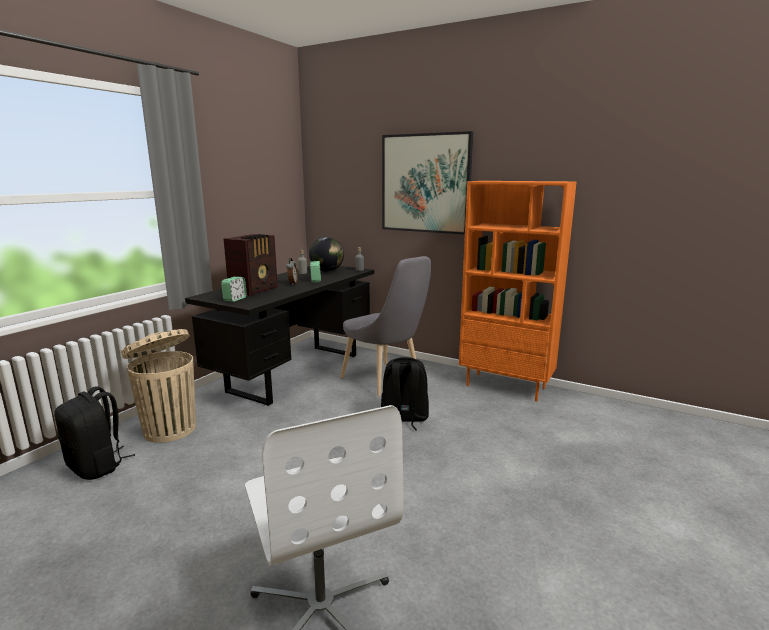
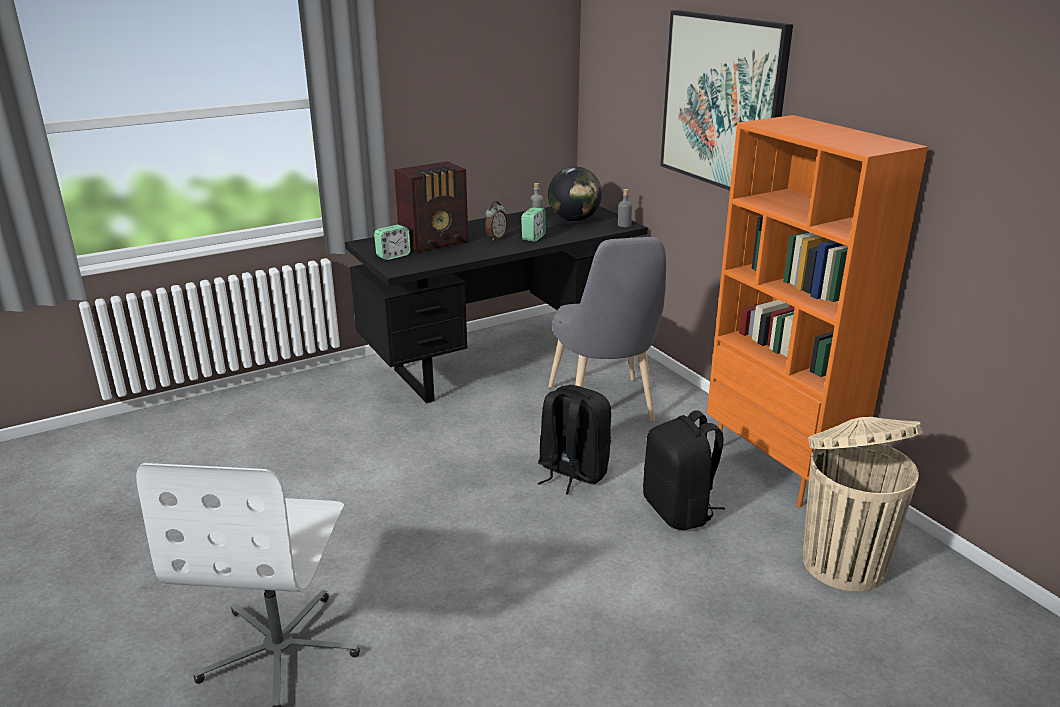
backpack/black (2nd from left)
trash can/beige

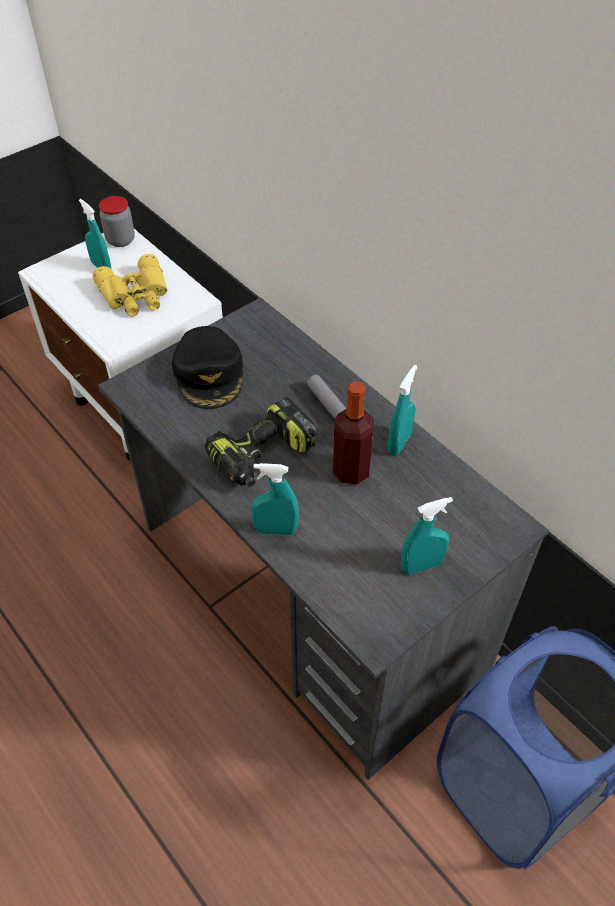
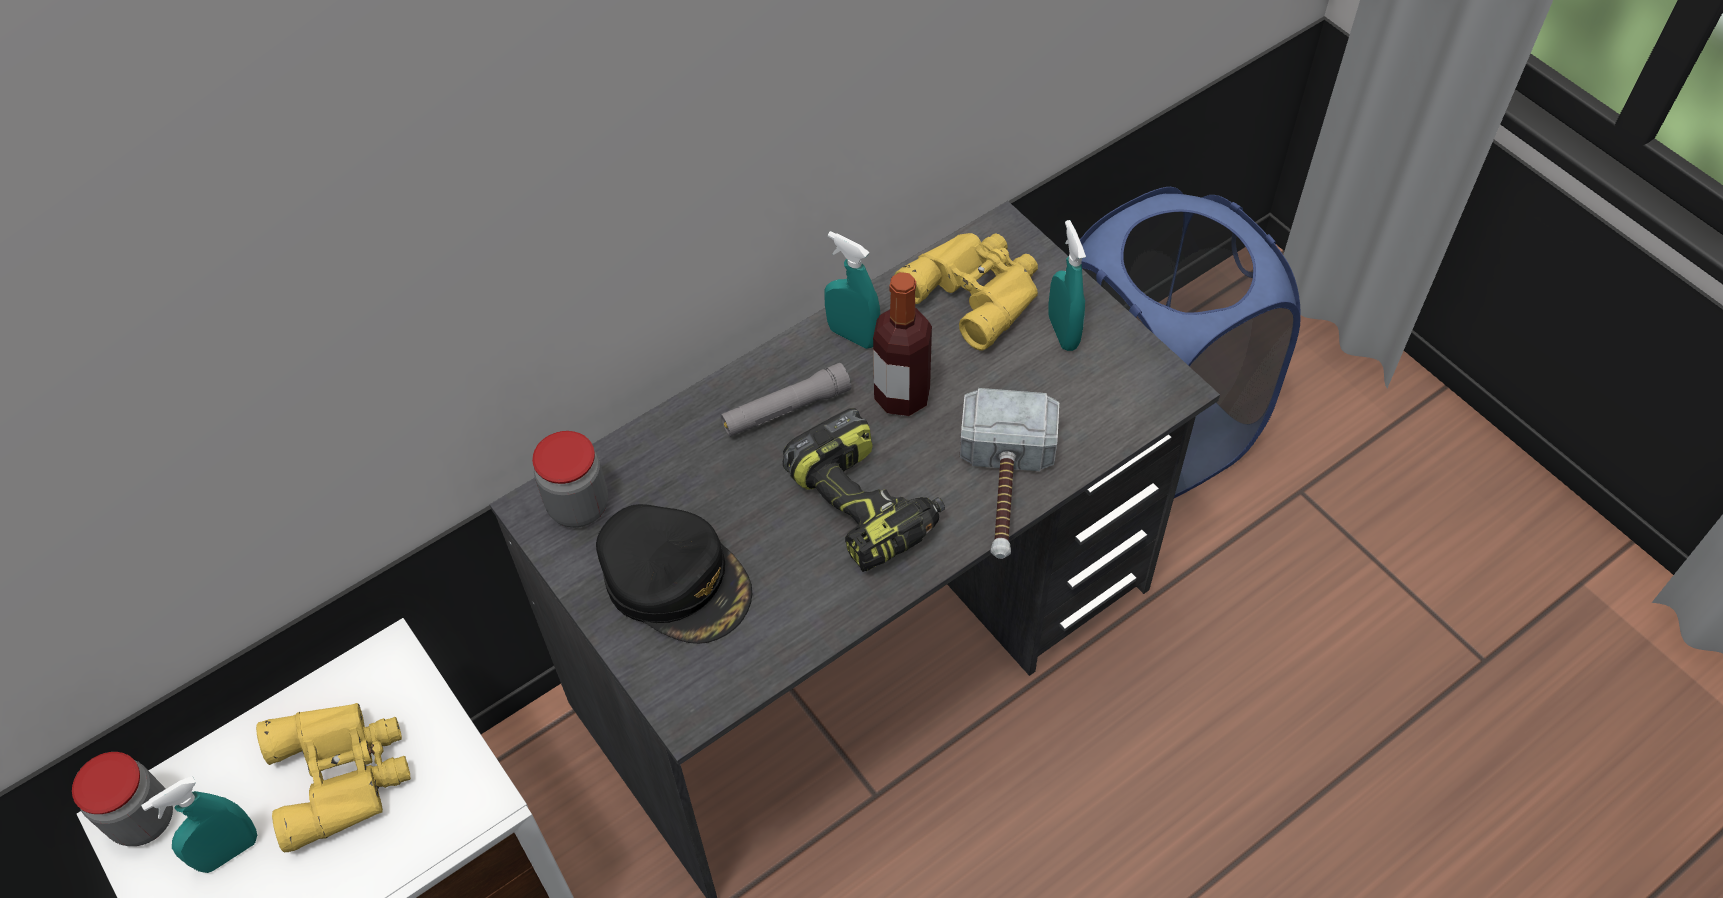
jar (2nd from left)
cap/black
binoculars/yellow (2nd from left)
hammer

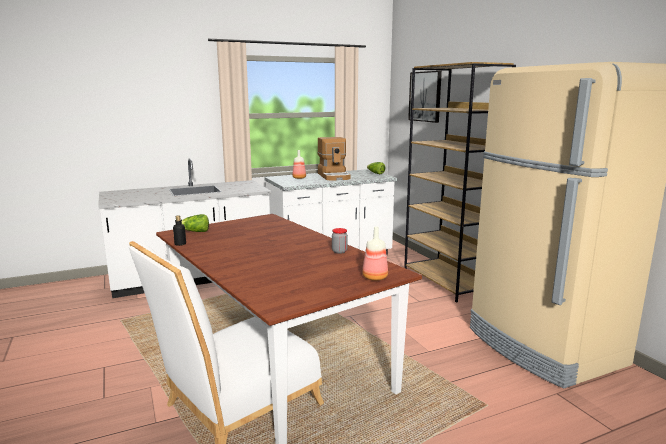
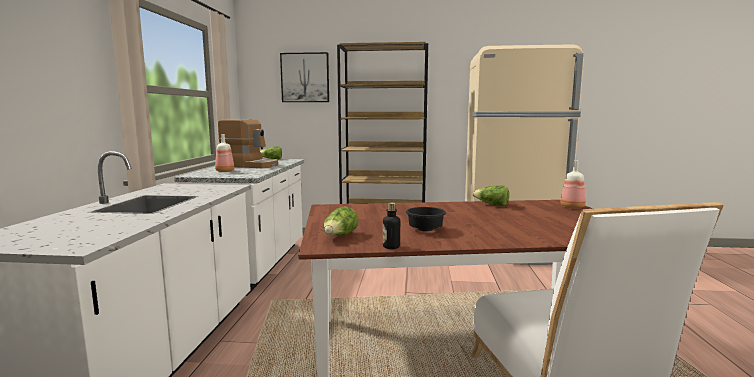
bowl/black
lettuce (3rd from left)

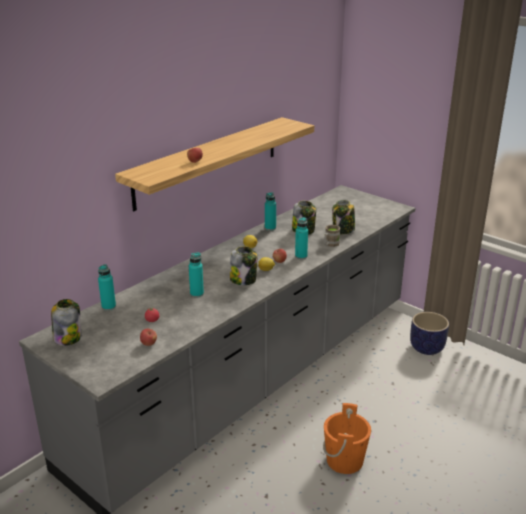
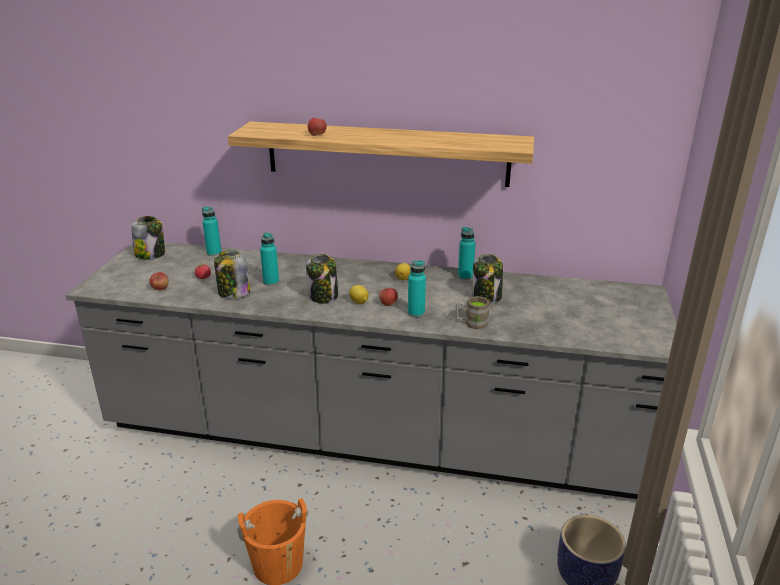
jar (2nd from left)

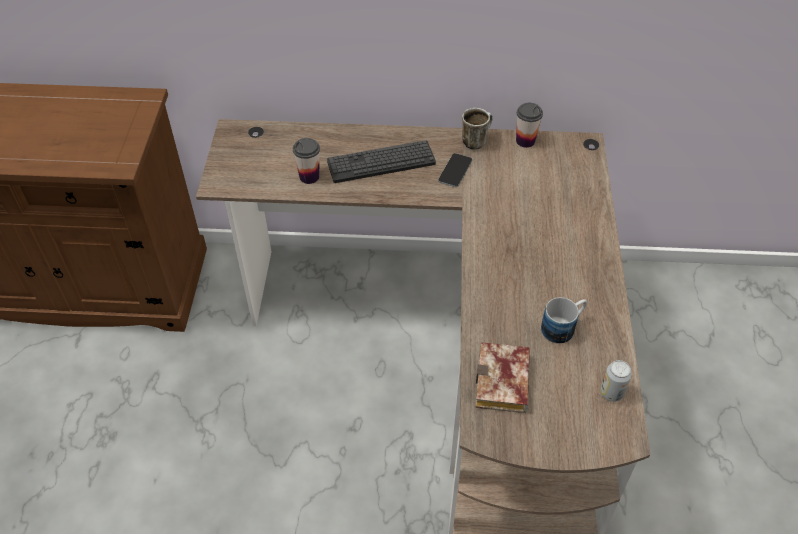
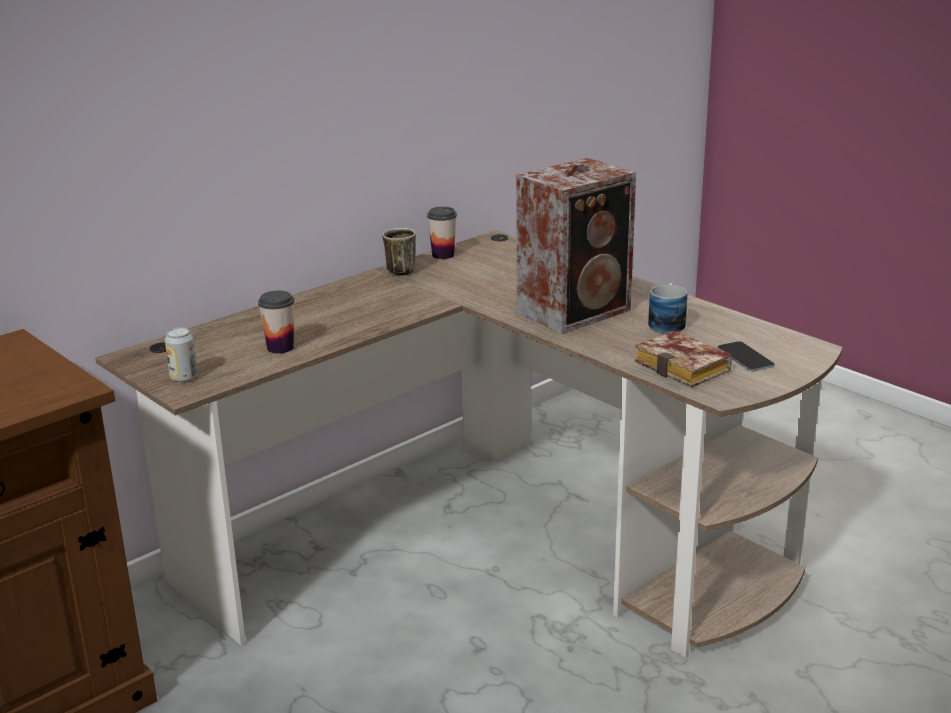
can
speaker
phone
keyboard

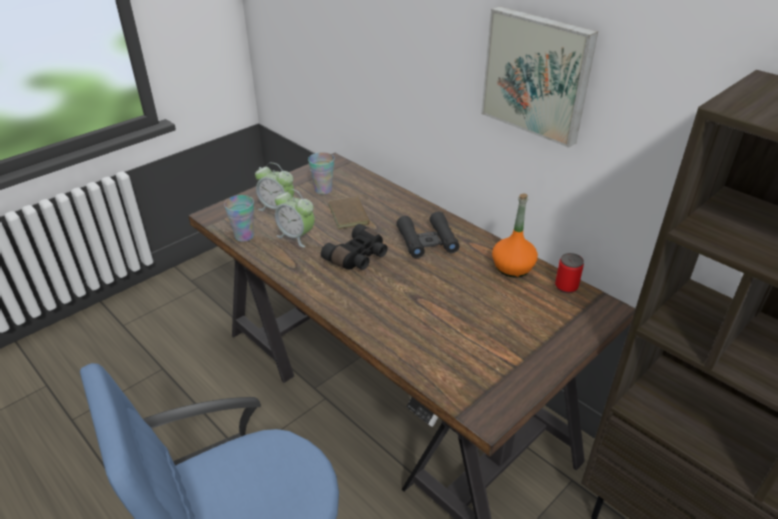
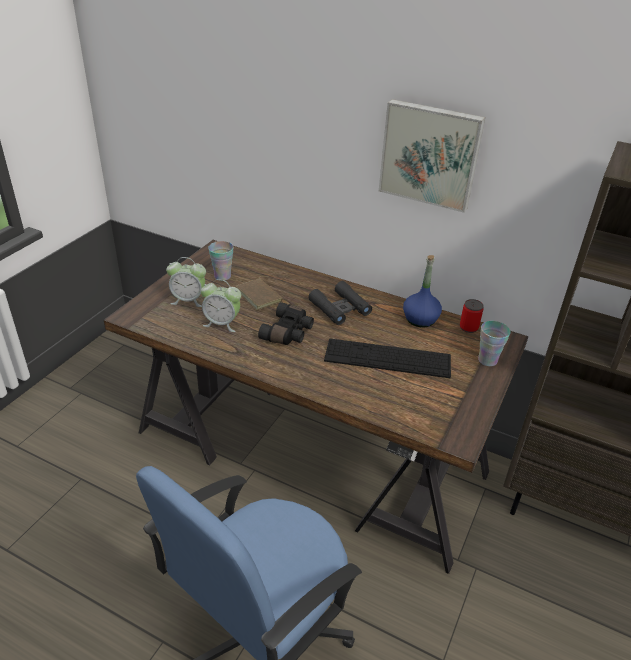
keyboard
bottle/blue
cup (2nd from left)

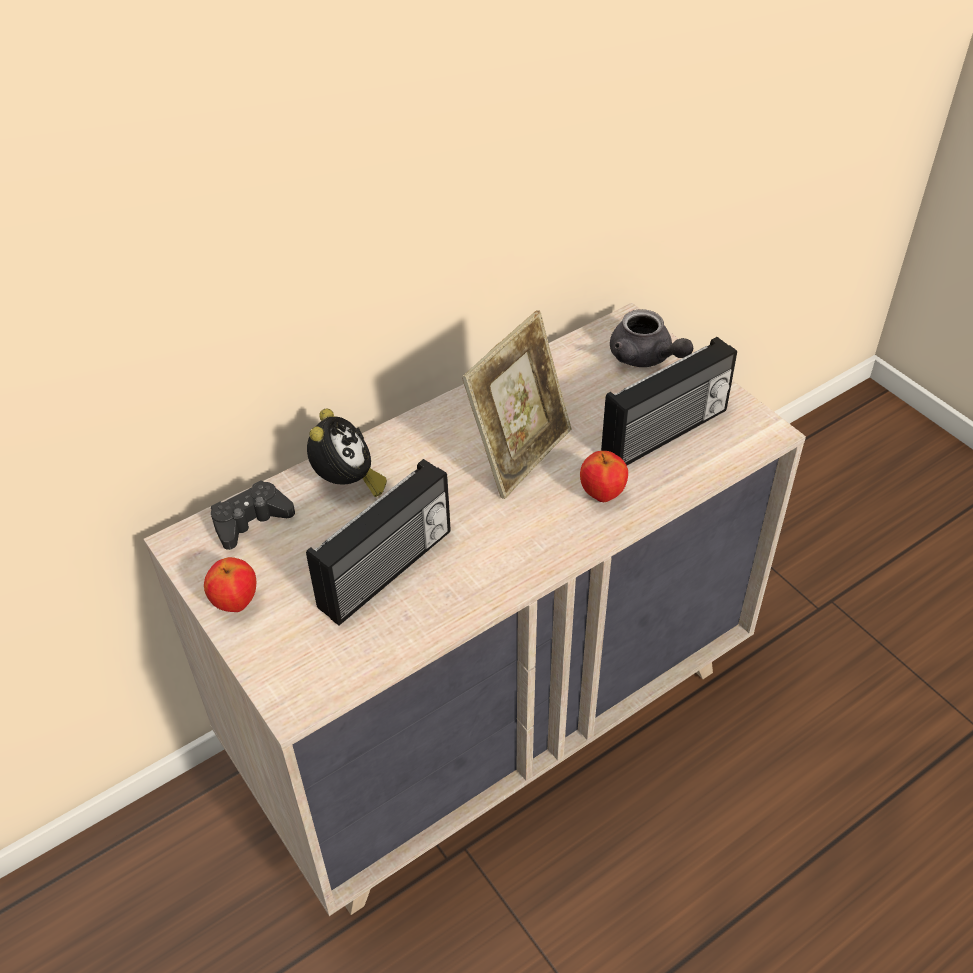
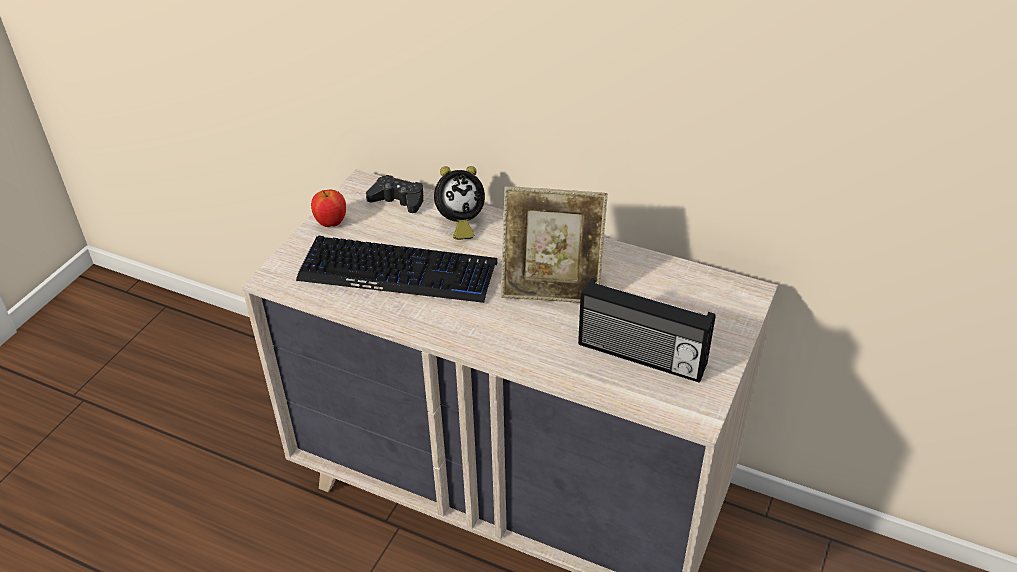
keyboard
apple (2nd from left in the first image)
teapot/grey

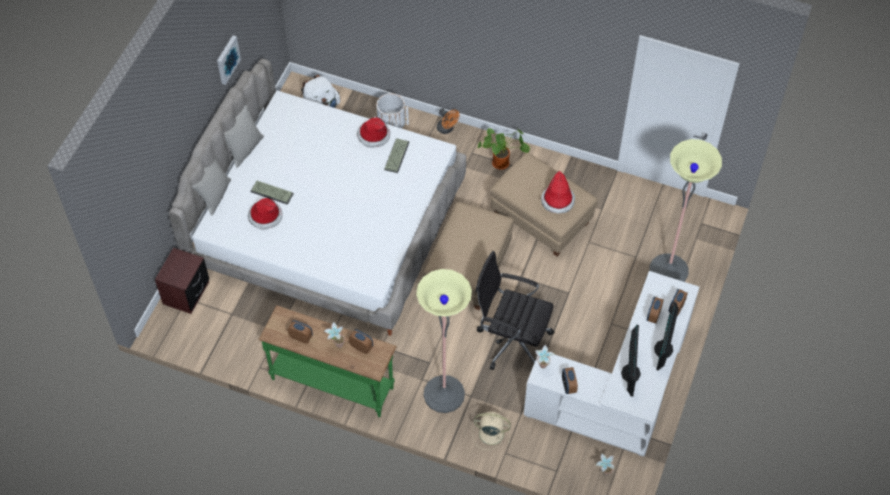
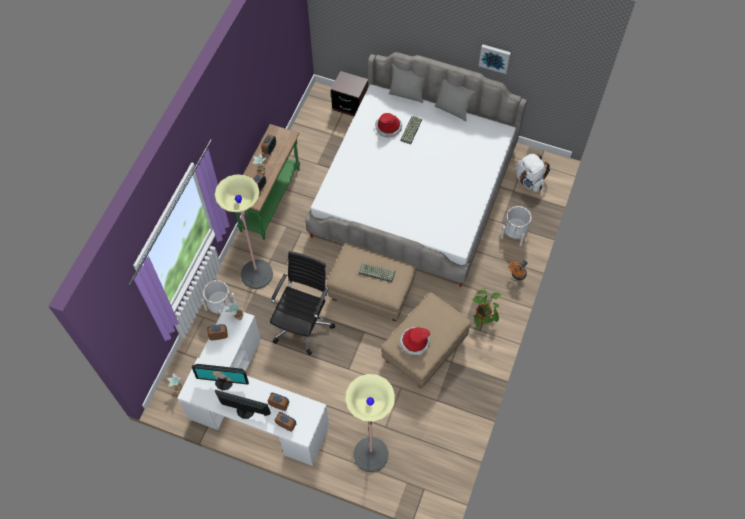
planter/white (1st from left)
keyboard (1st from left)
hat (2nd from left in the first image)

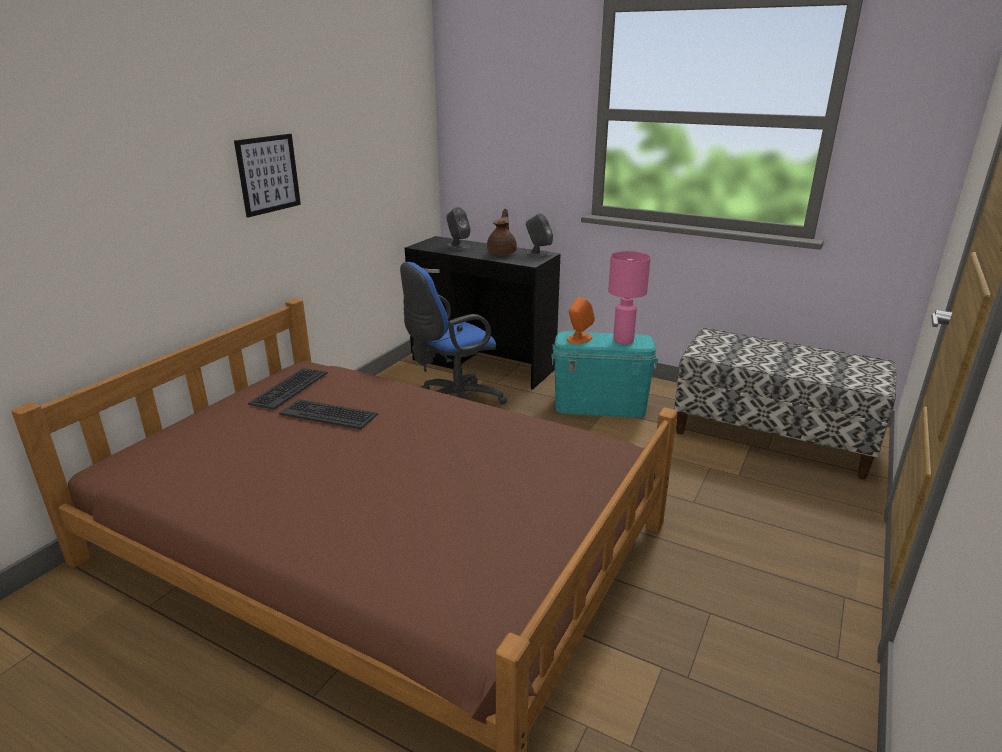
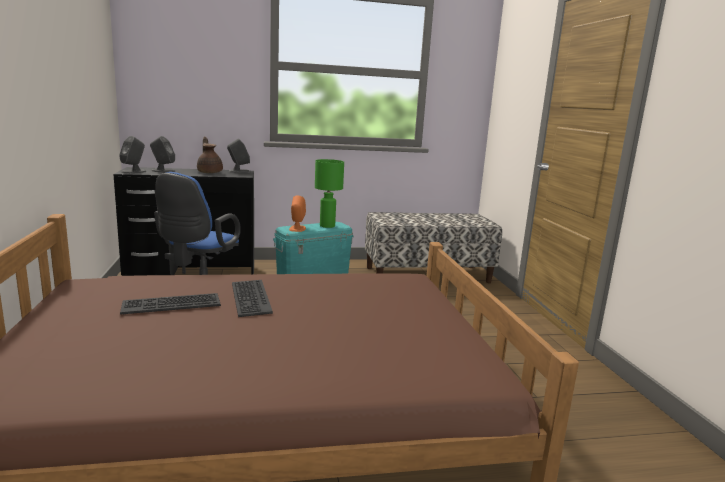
speaker/grey (1st from left)
keyboard (2nd from left)
table lamp/green
picture

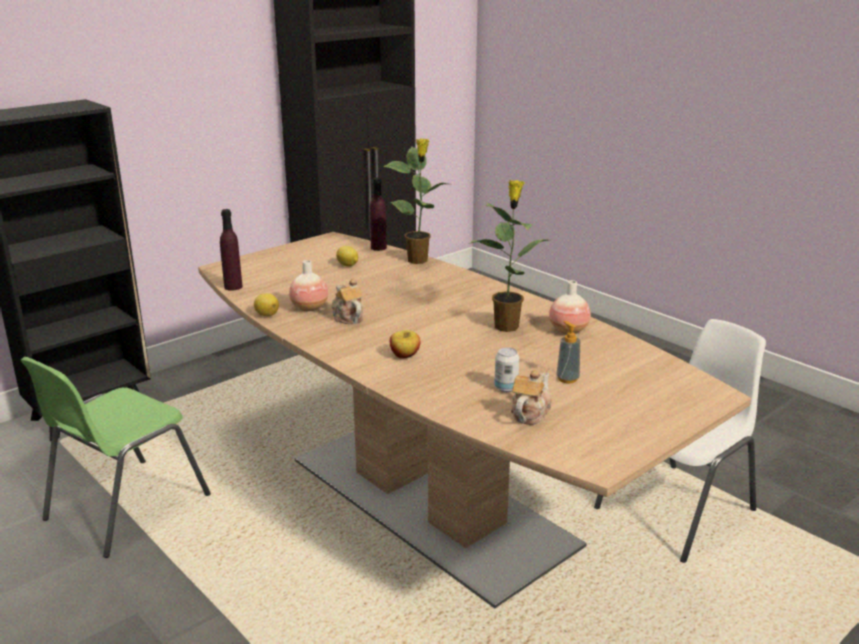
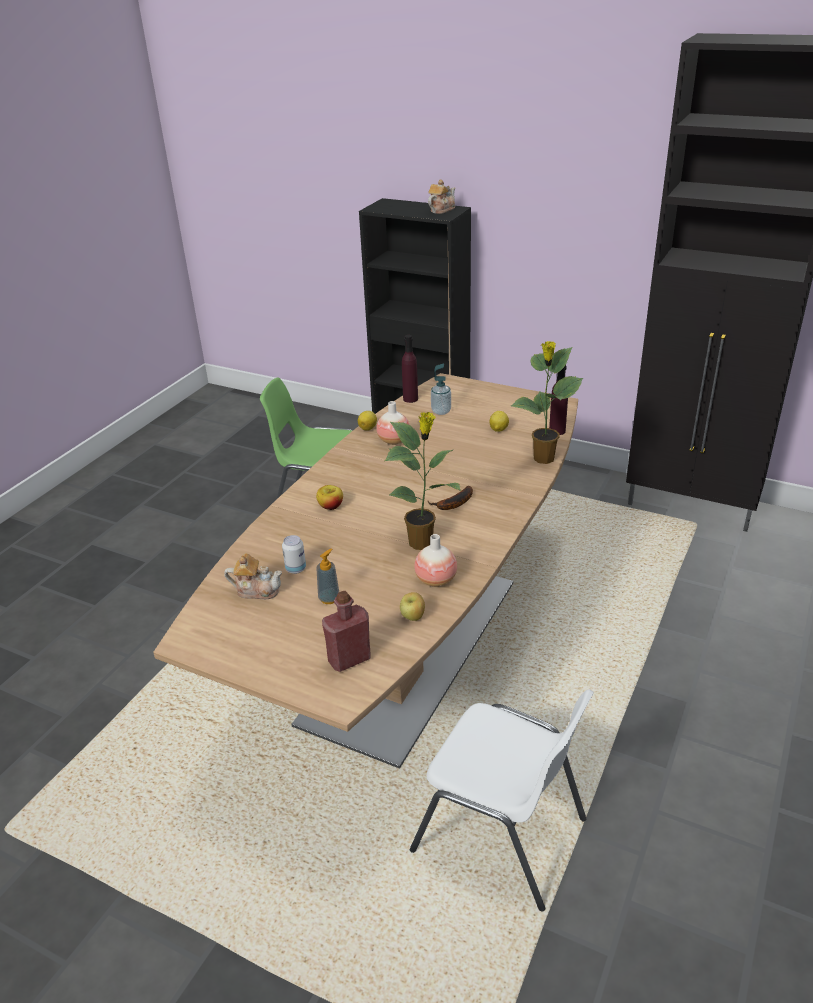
bottle/red
apple (2nd from left)
teapot (2nd from left)
banana
soap dispenser (2nd from left)

